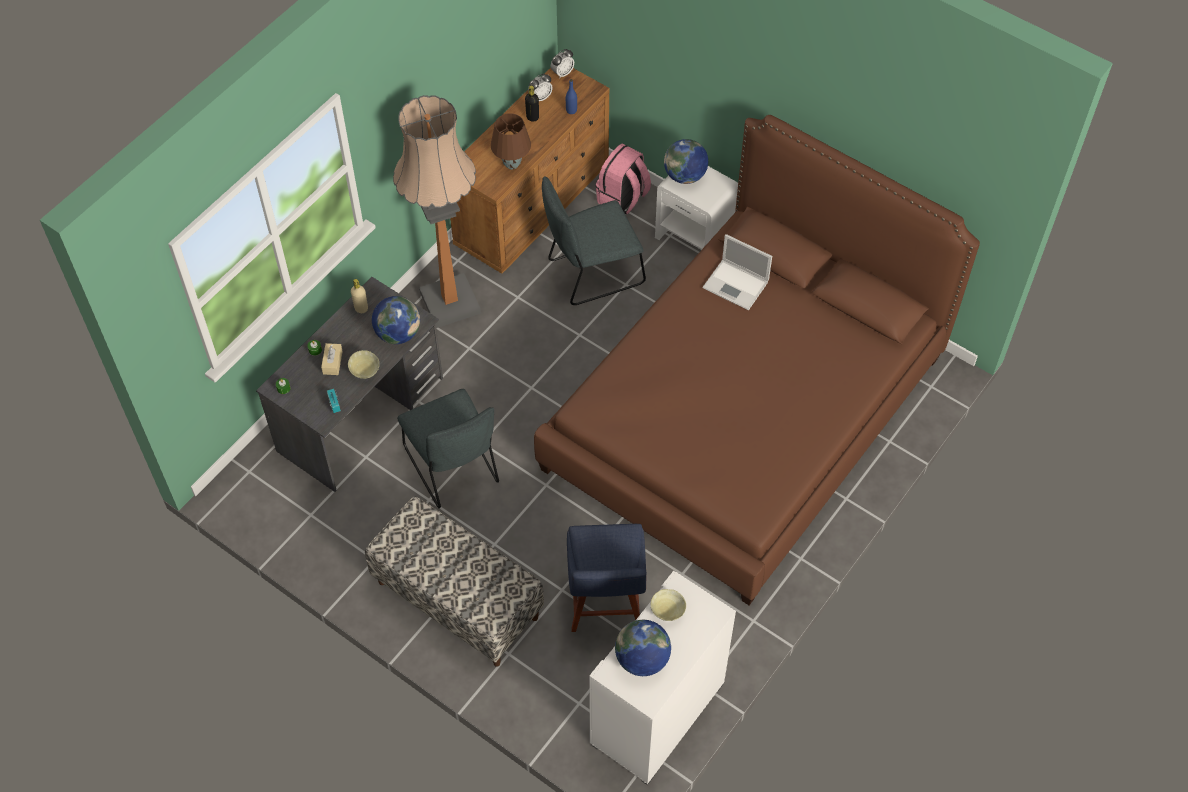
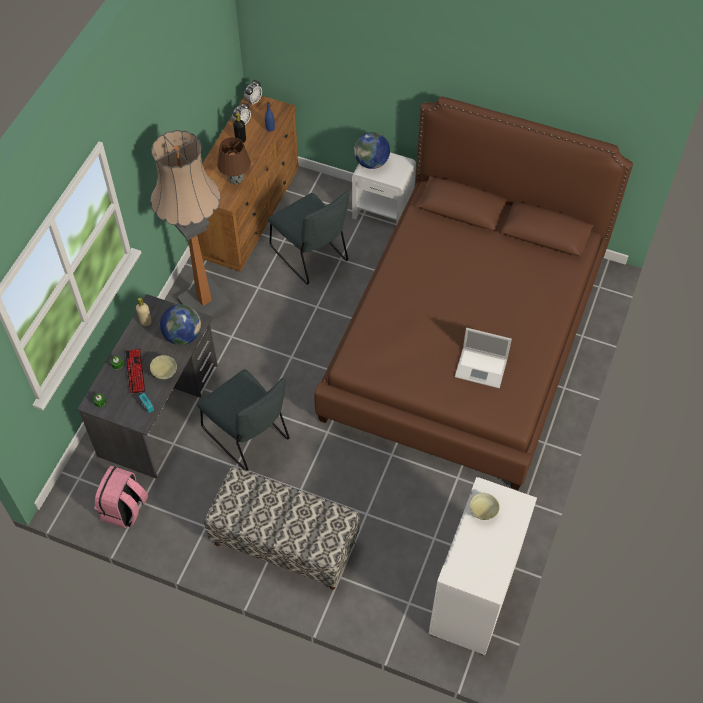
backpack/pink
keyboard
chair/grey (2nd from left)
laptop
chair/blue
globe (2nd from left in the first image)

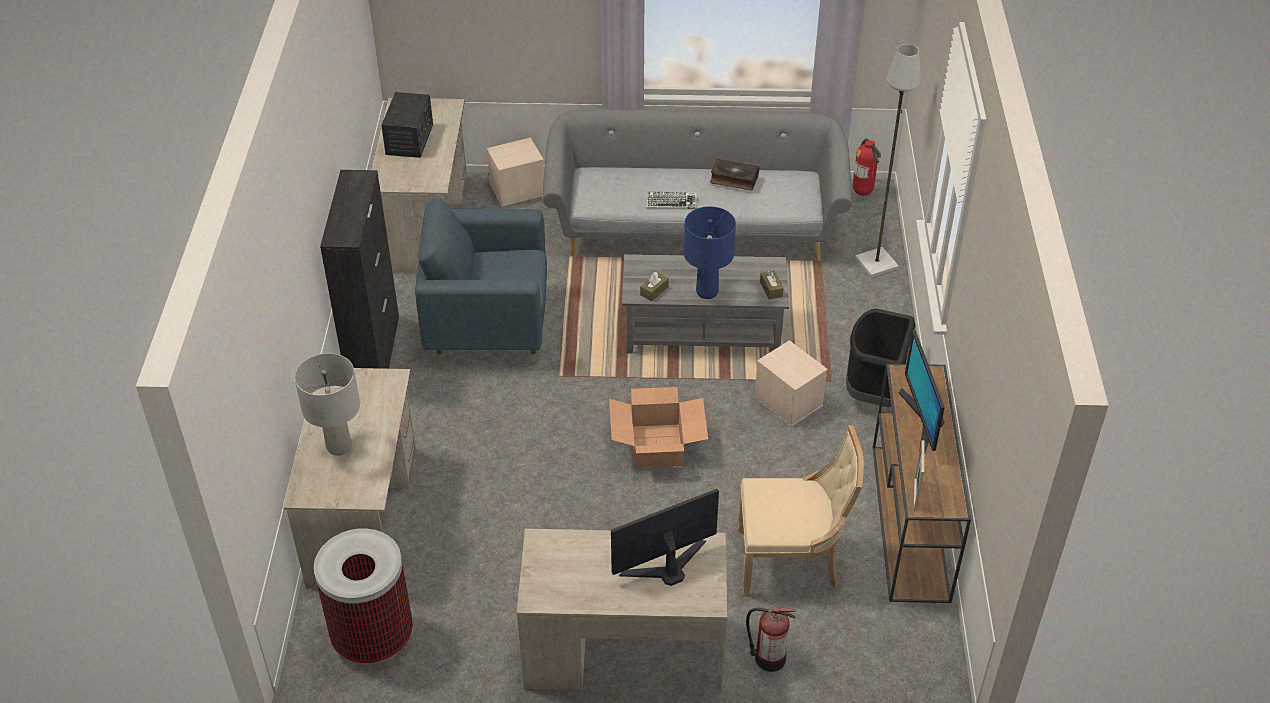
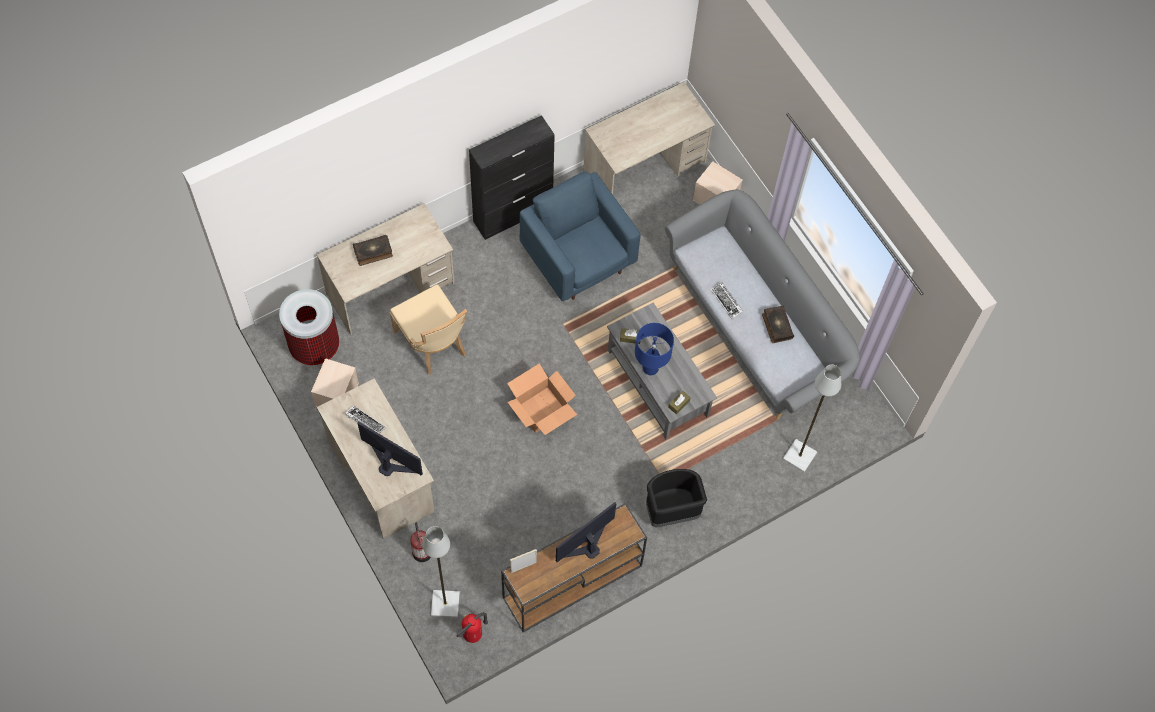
storage box/beige (1st from left)
keyboard (1st from left)
book (1st from left)
chair/beige
floor lamp/grey (1st from left)
fire extinguisher (2nd from left)
radio

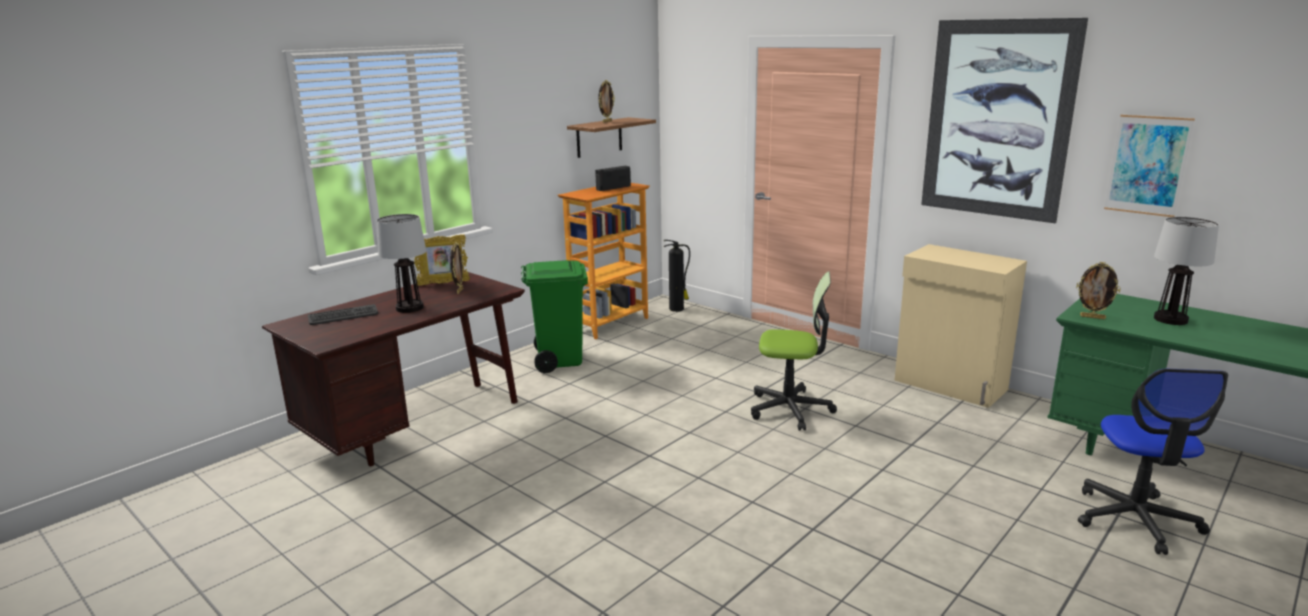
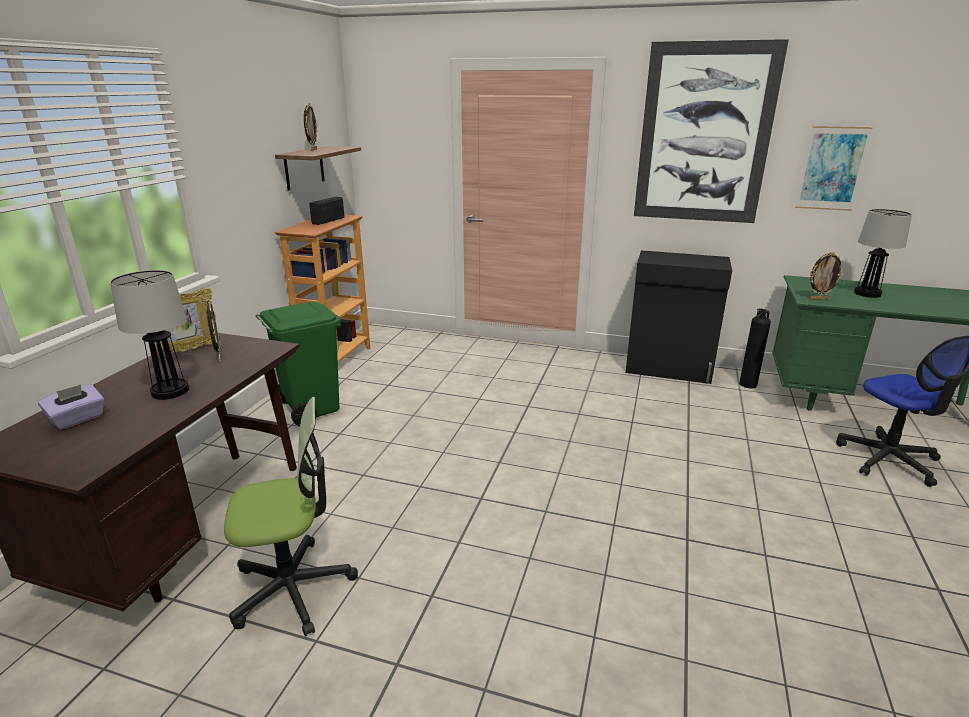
tissue box/purple
office chair (1st from left)
cabinet/black
fire extinguisher

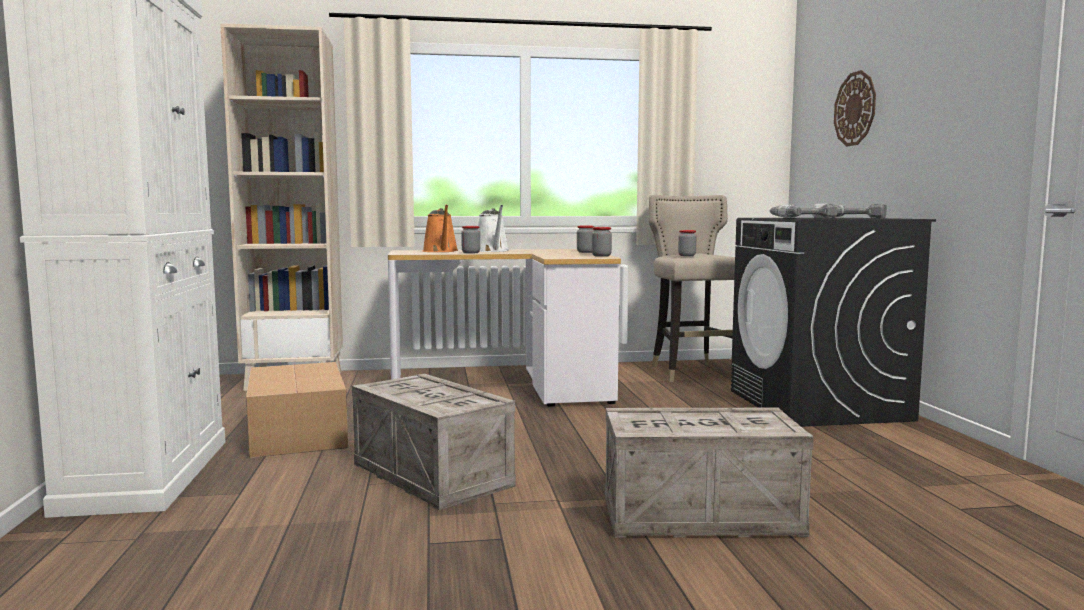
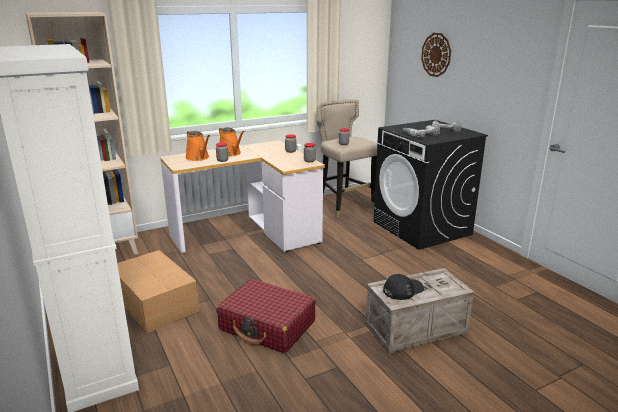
suitcase/red
watering can/orange (2nd from left)
cap/black

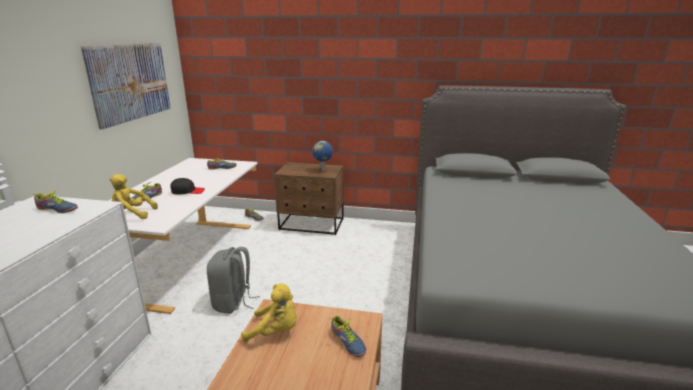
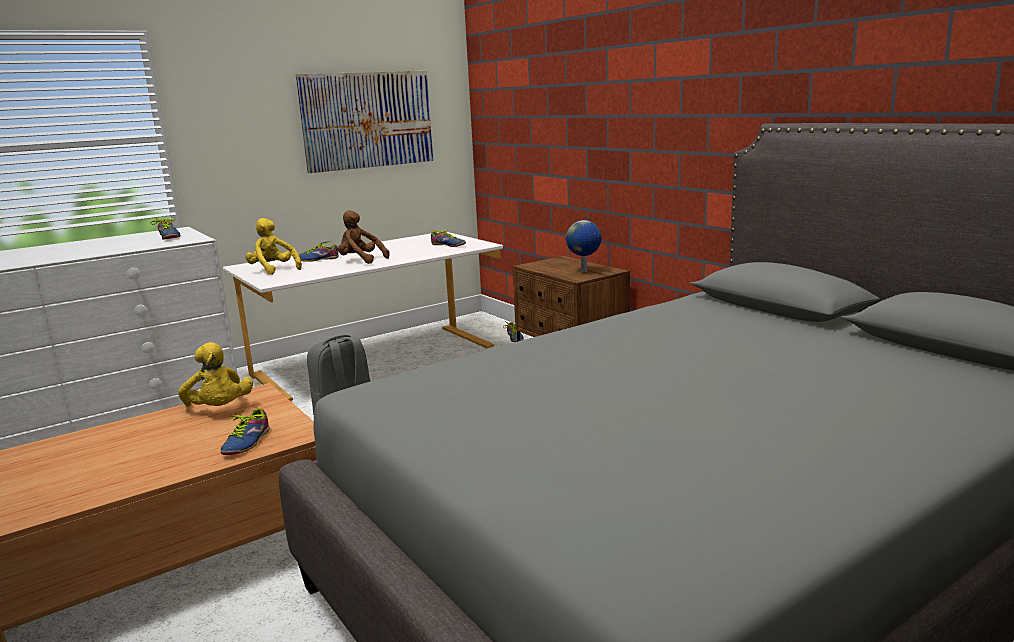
plush toy/brown

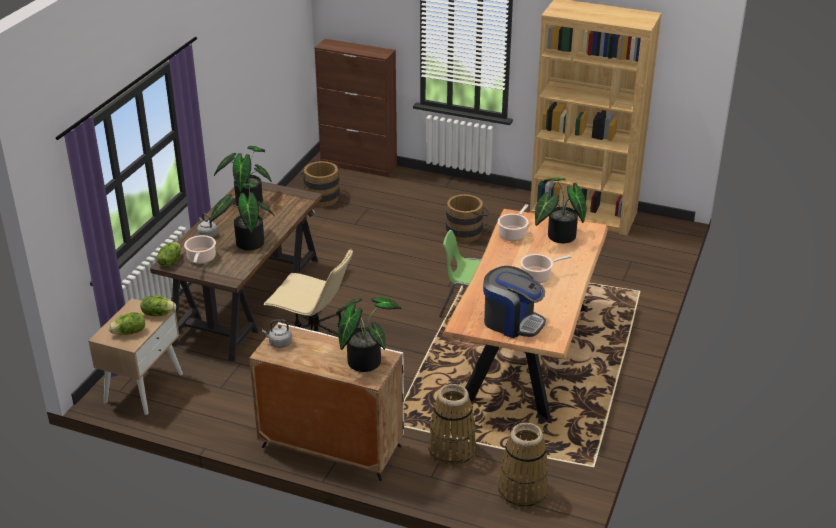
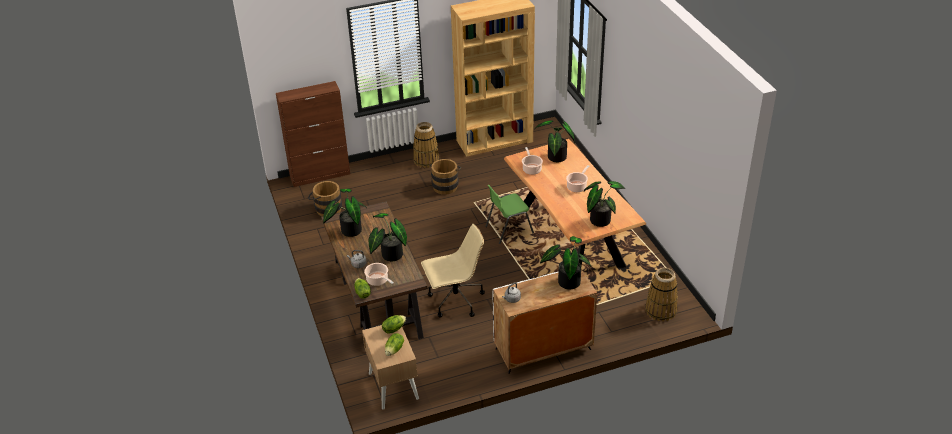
basket (1st from left)
potted plant (5th from left)

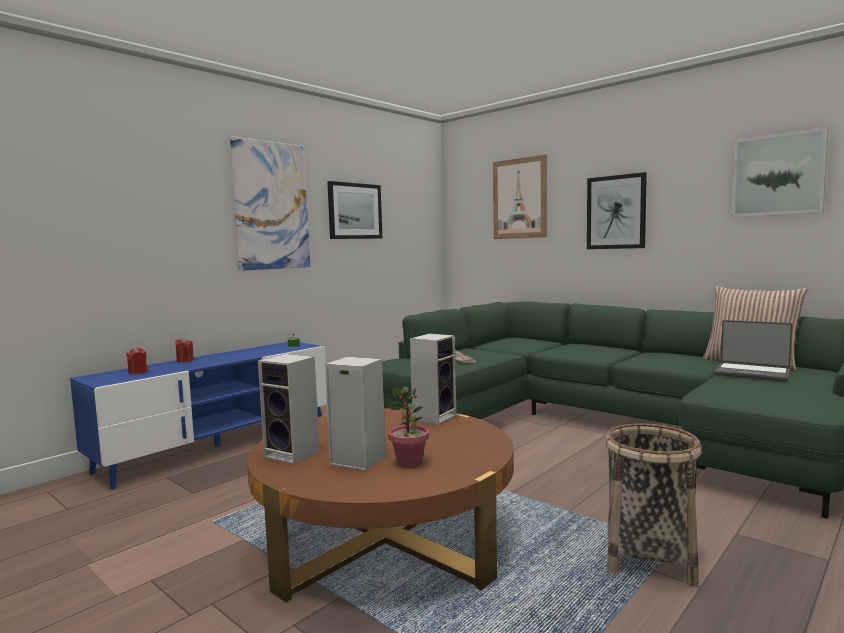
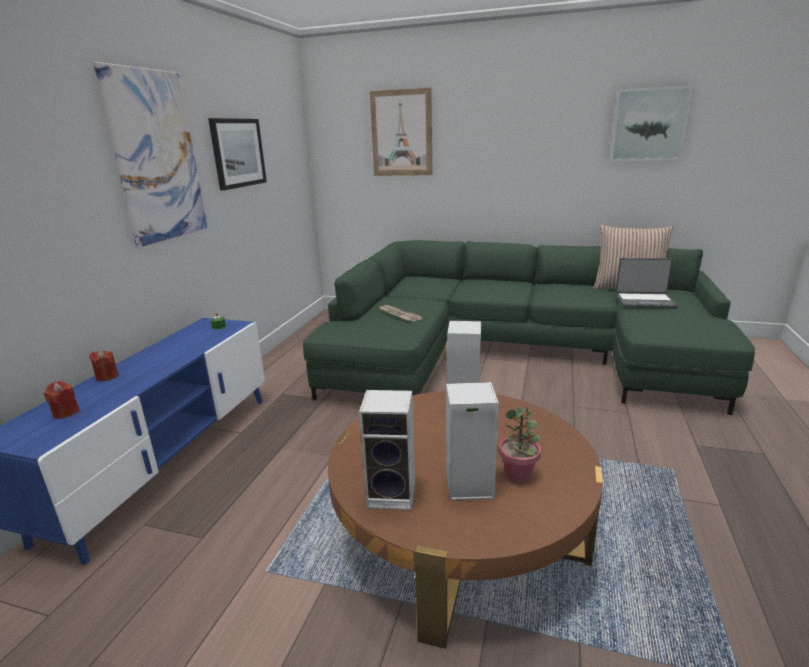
picture (4th from left in the first image)
basket

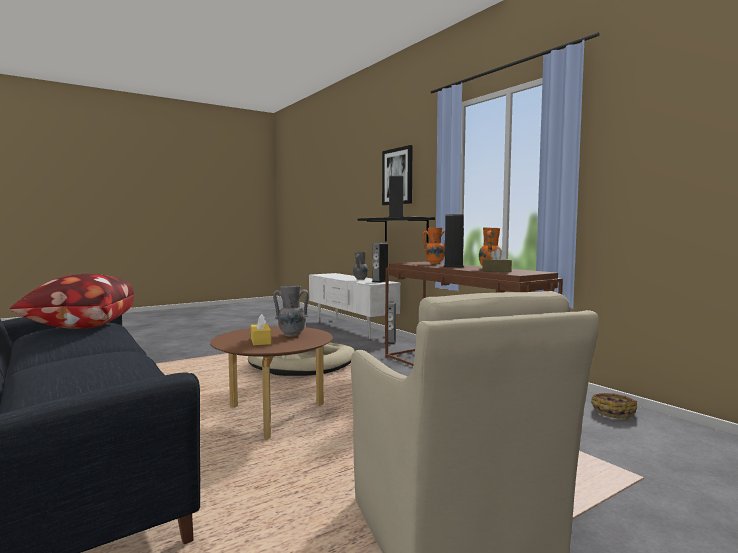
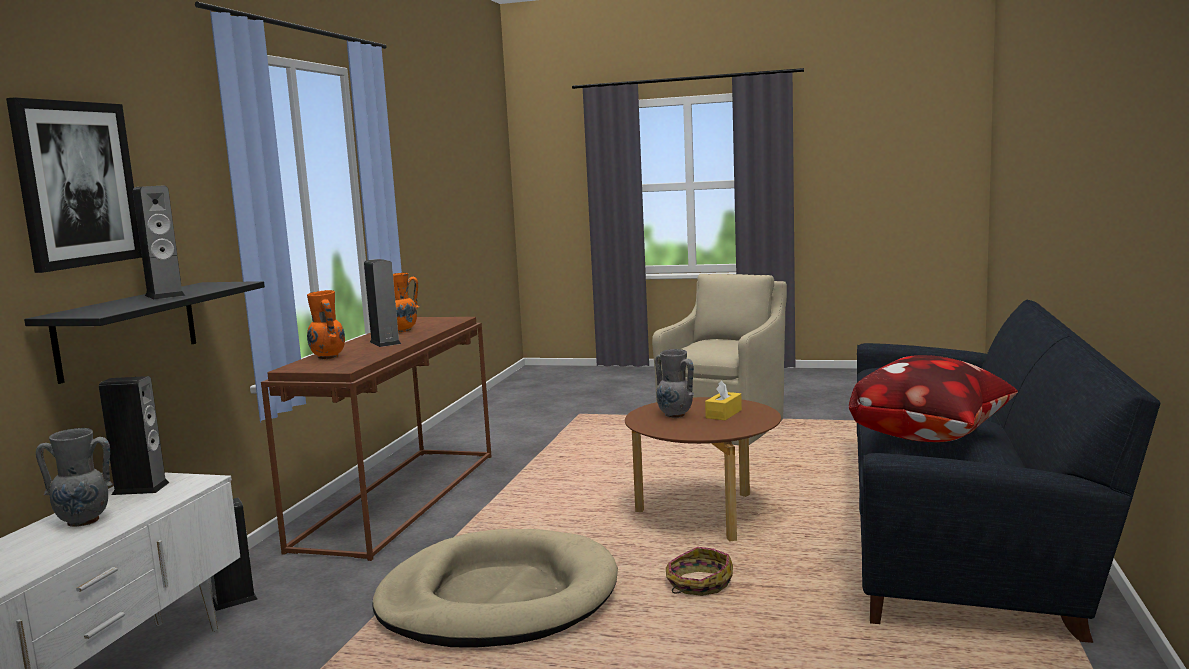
basket
tissue box/brown

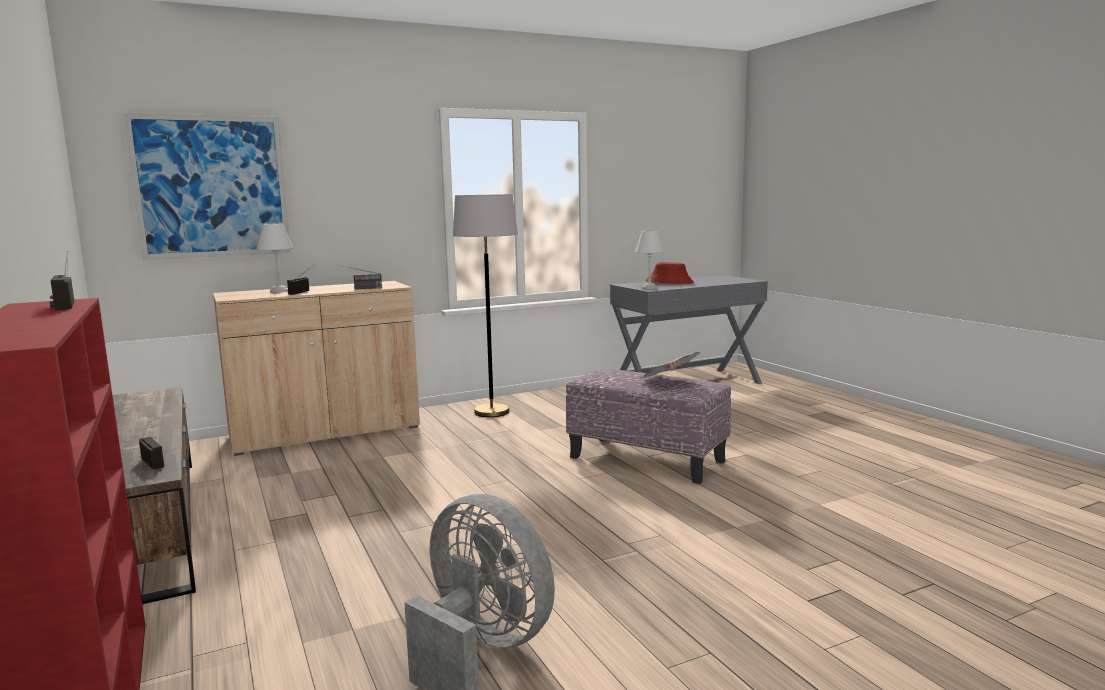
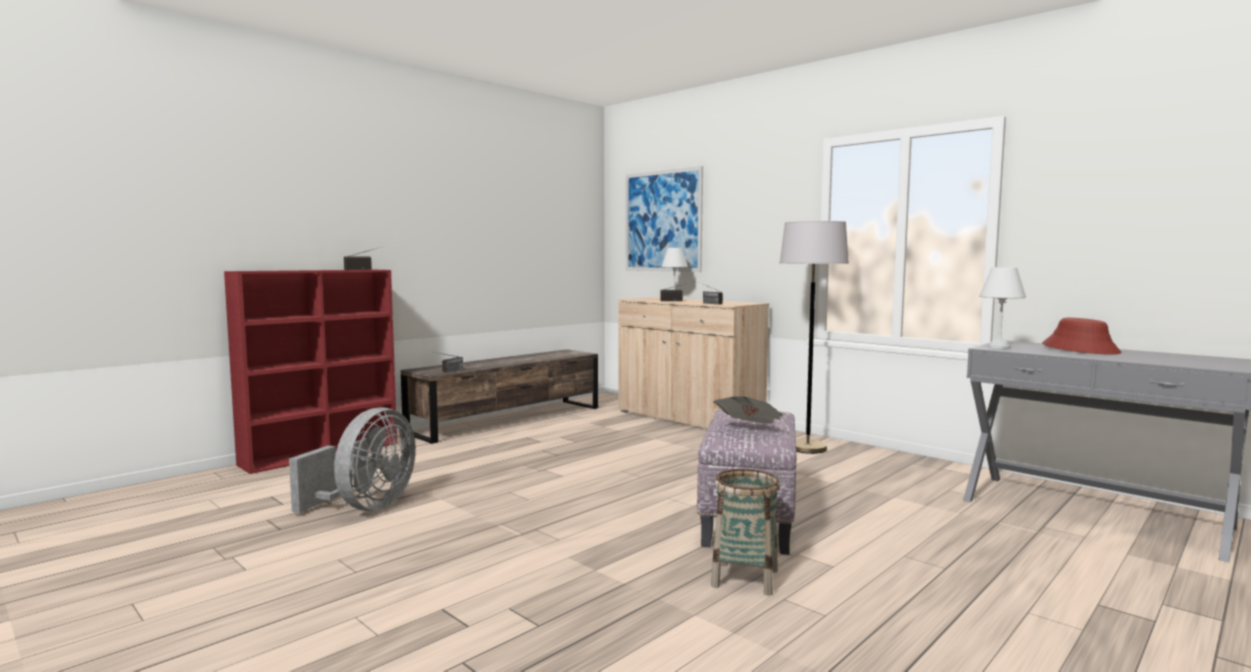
basket

